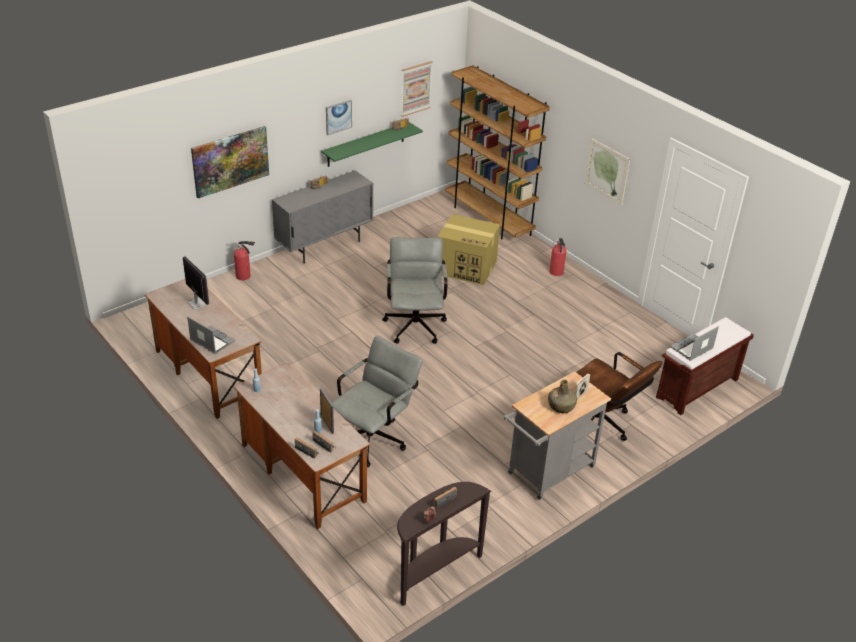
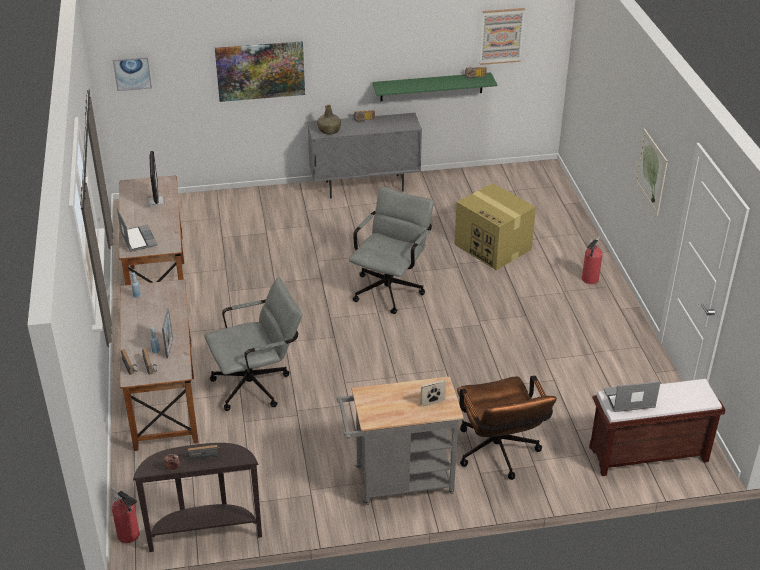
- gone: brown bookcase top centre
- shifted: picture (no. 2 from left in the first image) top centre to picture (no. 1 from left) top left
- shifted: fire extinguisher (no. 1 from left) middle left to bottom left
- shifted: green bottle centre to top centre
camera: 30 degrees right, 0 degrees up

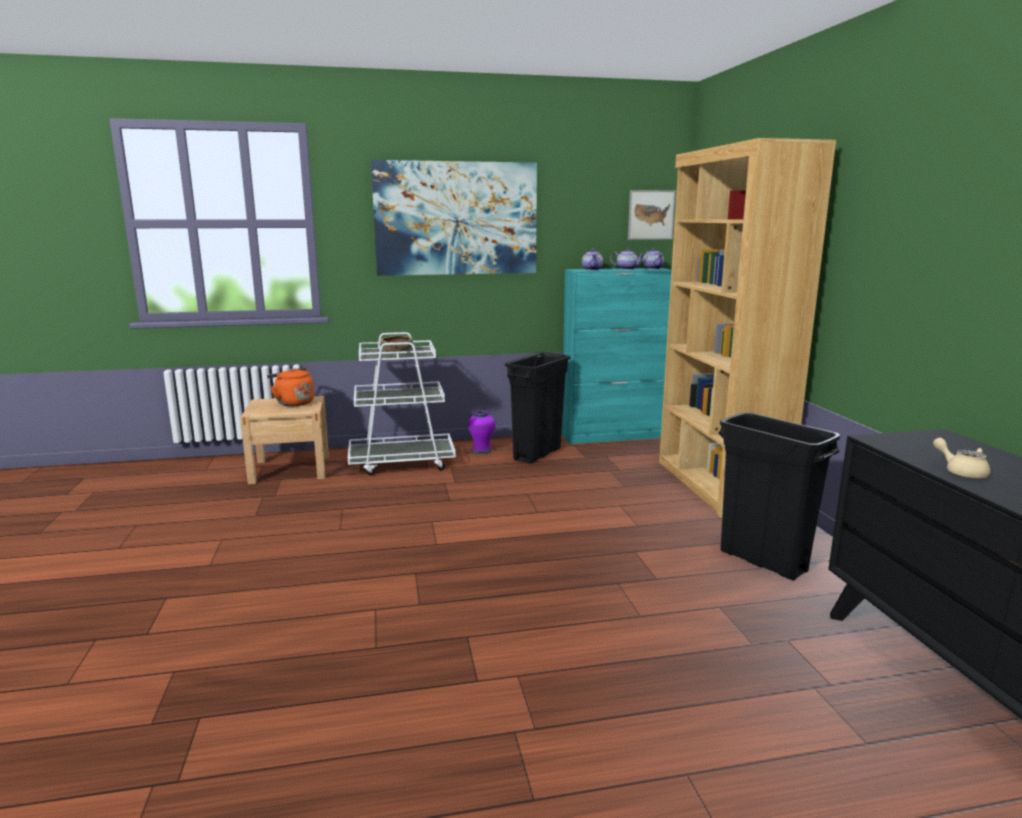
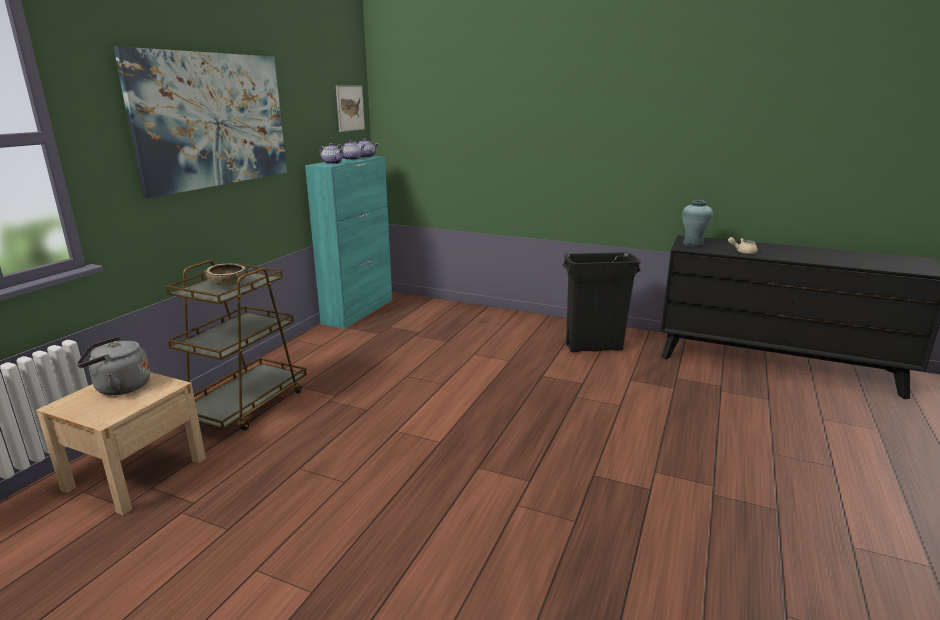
- gone: brown bookcase middle right
- repainted: white cart centre to brown cart middle left
- gone: black trash can (no. 1 from left) centre
- repainted: orange kettle middle left to grey kettle middle left
- gone: purple vase centre
- new: turquoise vase middle right
camera: 55 degrees left, 5 degrees up

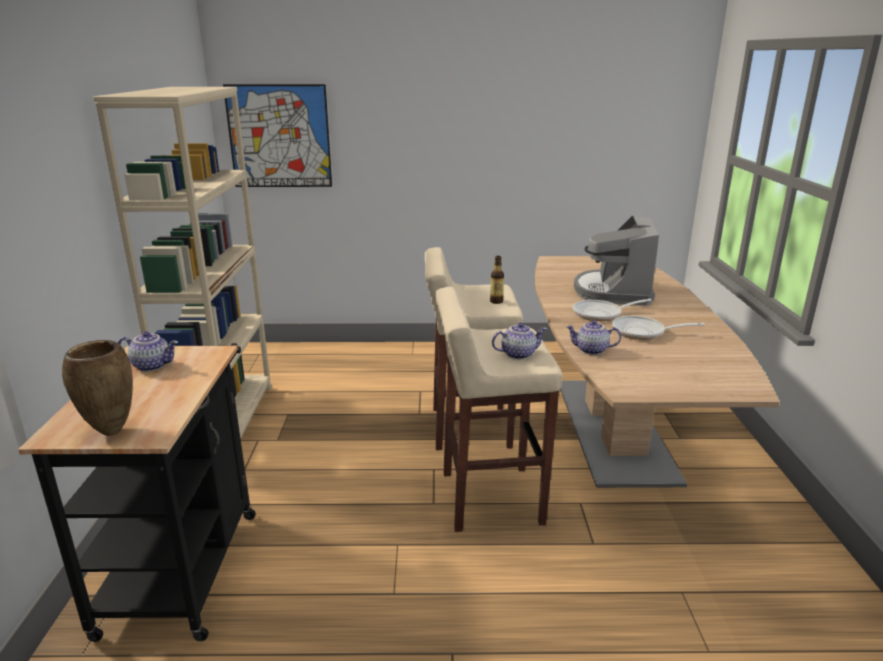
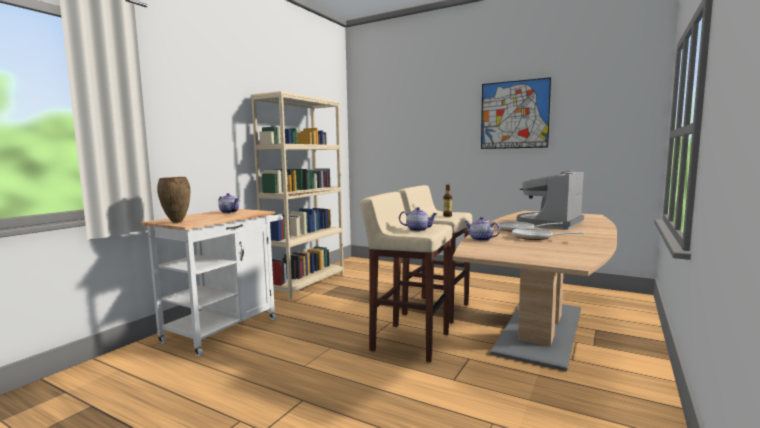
- shifted: picture top left to top right
- repainted: black cart bottom left to white cart middle left
camera: 30 degrees right, 15 degrees down

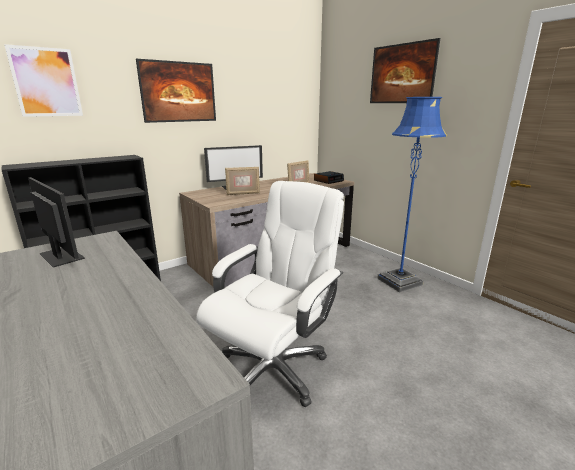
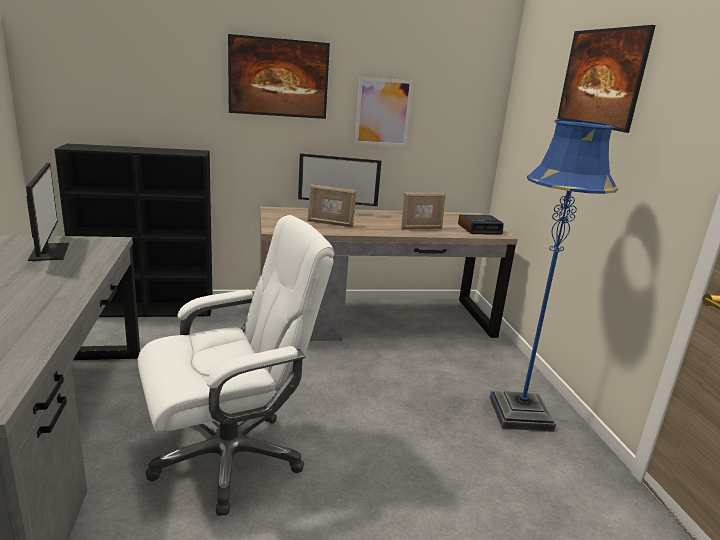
- shifted: picture (no. 1 from left in the first image) top left to picture (no. 2 from left) top centre
camera: 25 degrees right, 0 degrees up

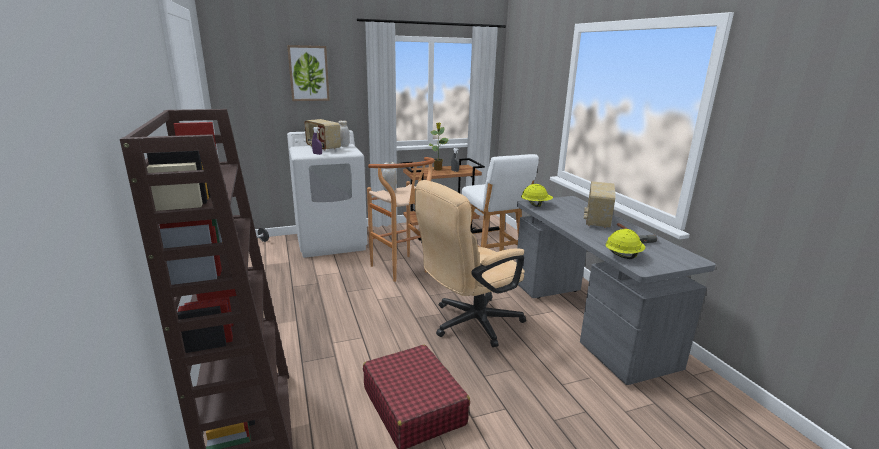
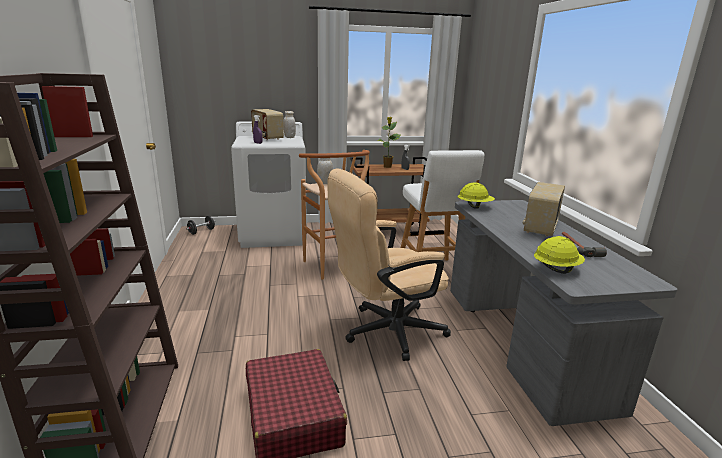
- gone: picture top centre
camera: 10 degrees right, 0 degrees up

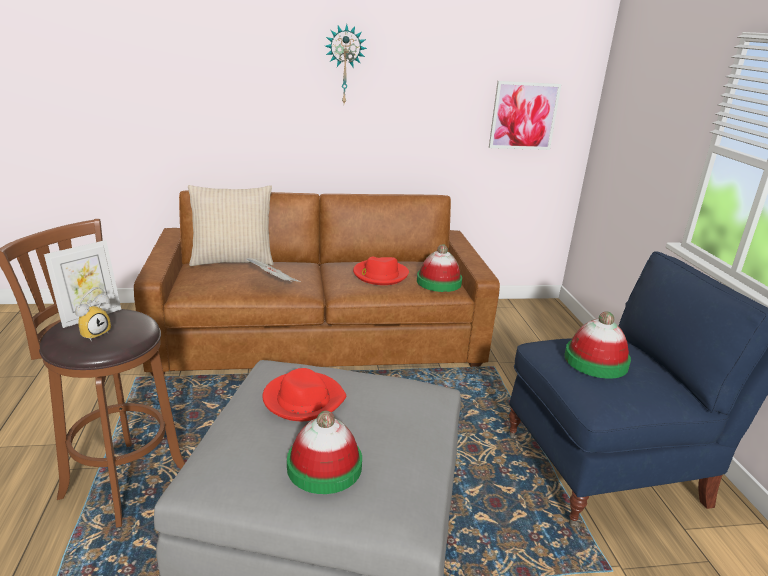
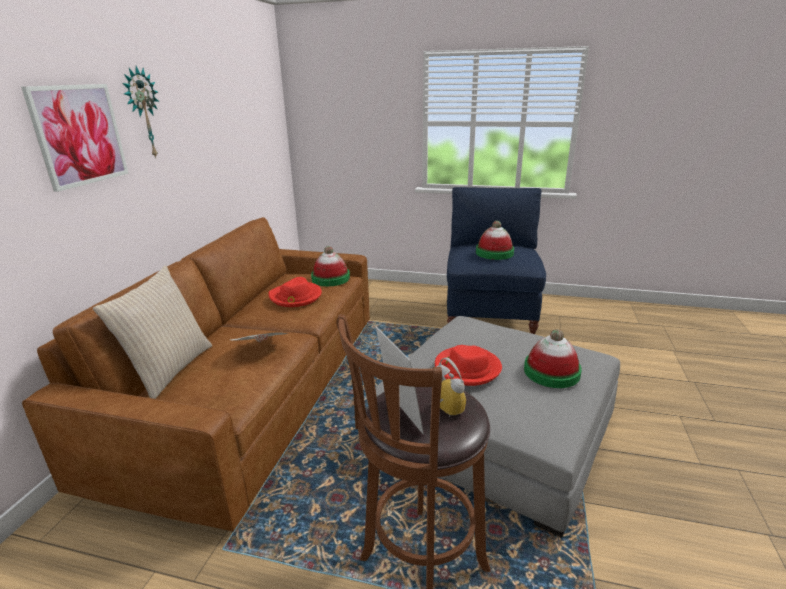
- shifted: picture top right to top left
camera: 65 degrees left, 0 degrees up

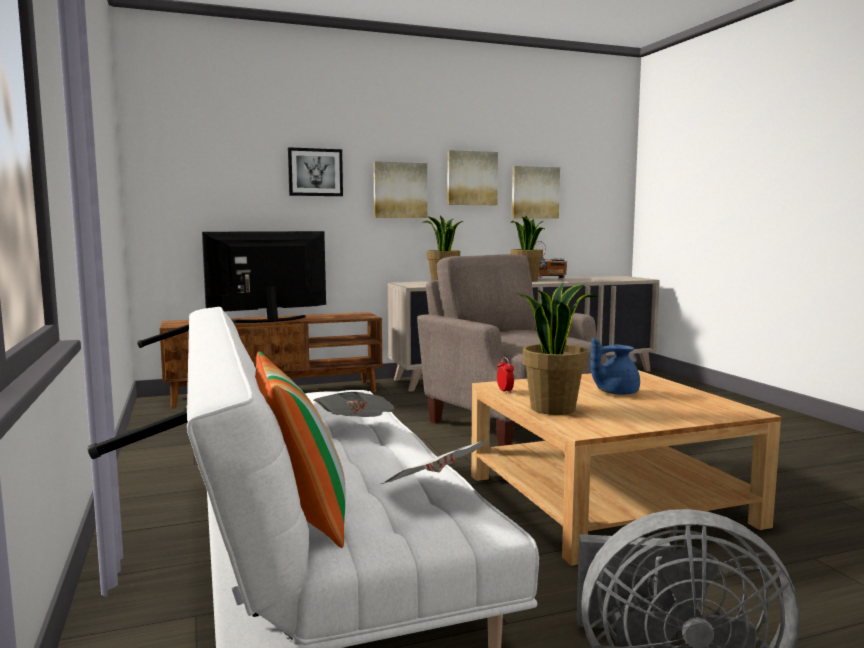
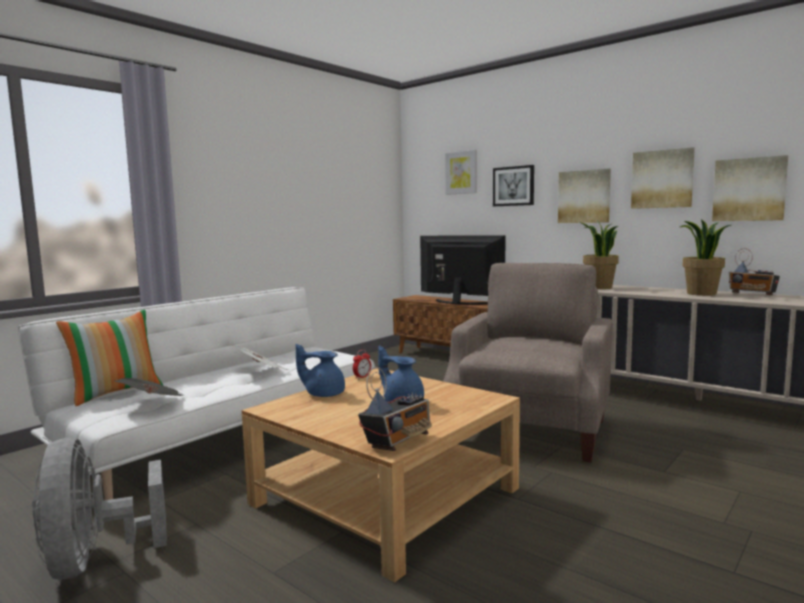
- swapped: potted plant (no. 3 from left) centre to blue teapot (no. 1 from left) centre
- new: picture (no. 1 from left) top centre
- new: radio (no. 1 from left) bottom centre
camera: 60 degrees right, 0 degrees up

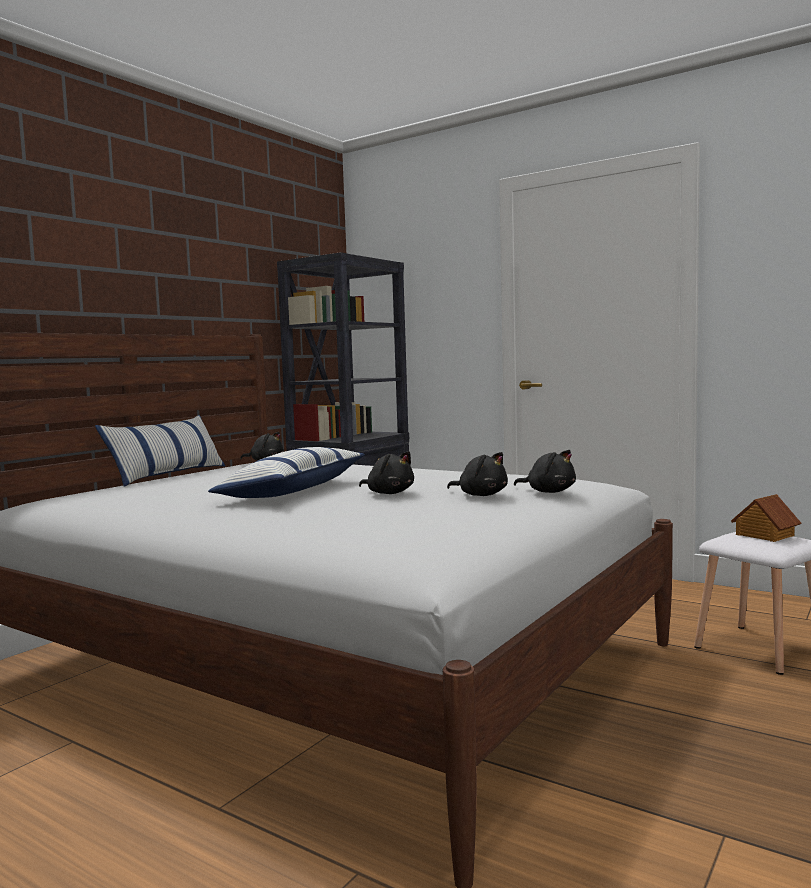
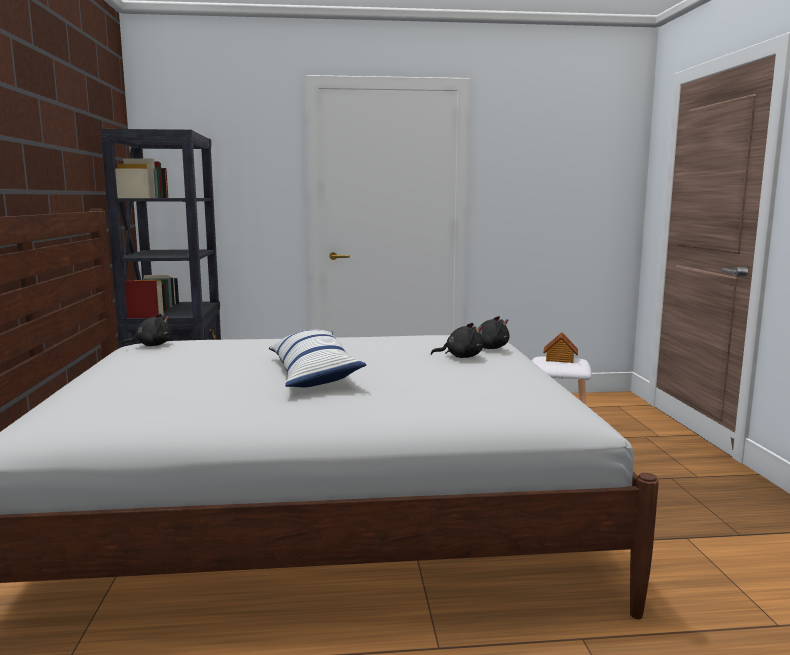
- gone: pillow (no. 1 from left) middle left
- gone: black plush toy (no. 2 from left) centre
camera: 40 degrees left, 5 degrees up

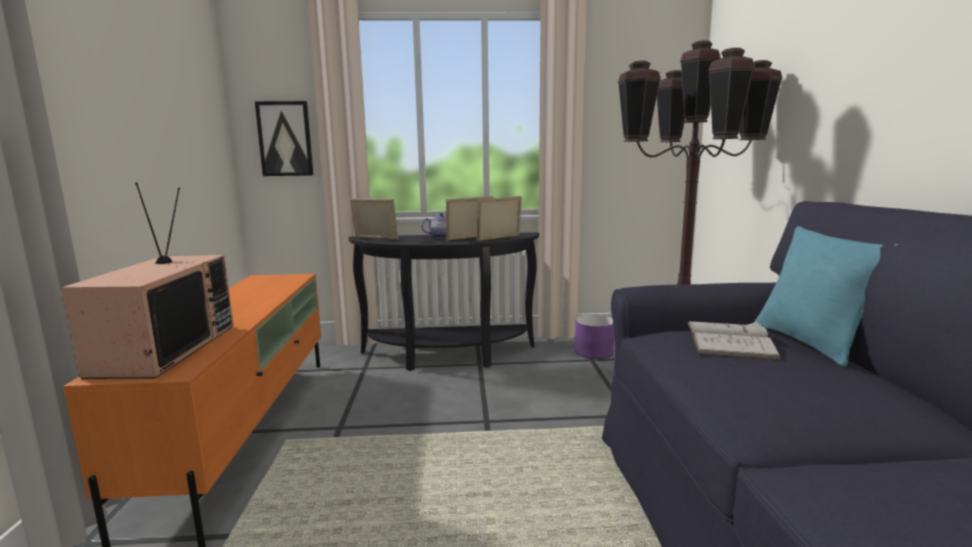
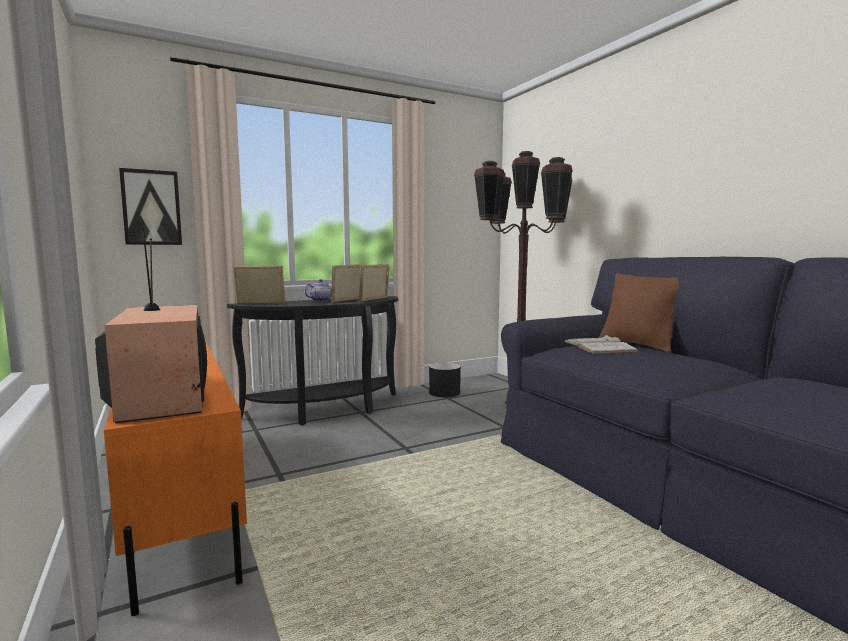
- repainted: turquoise pillow middle right to brown pillow middle right
- repainted: purple planter centre to black planter centre
camera: 25 degrees left, 5 degrees down

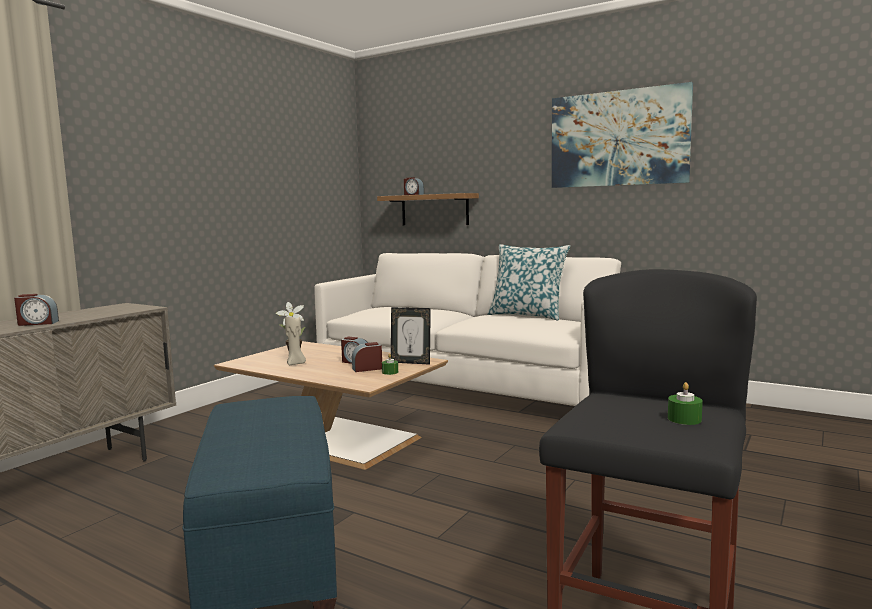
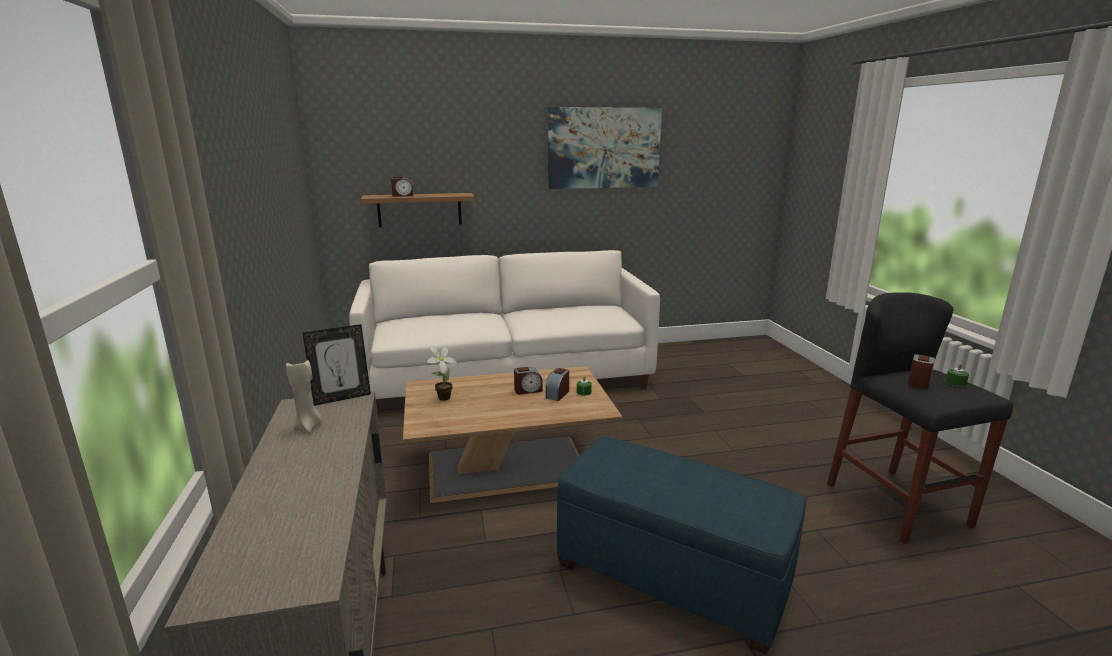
- gone: pillow centre
- shifted: alarm clock (no. 1 from left in the first image) middle left to alarm clock (no. 4 from left) middle right
- shifted: picture frame centre to middle left
- shifted: beige candle centre to middle left
camera: 45 degrees left, 10 degrees up

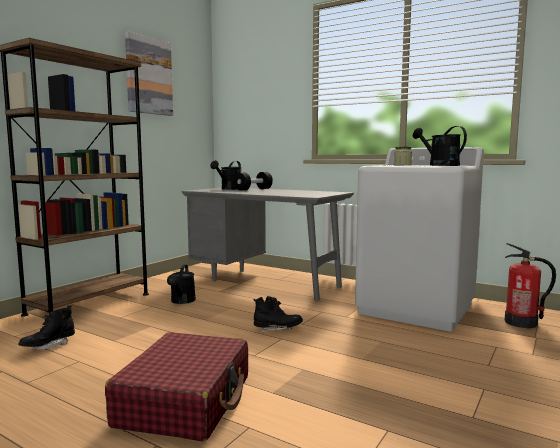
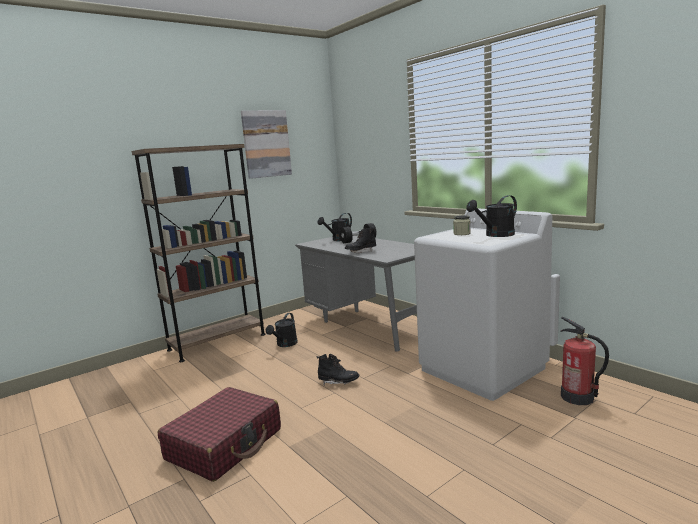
- rotated: black watering can (no. 3 from left) top right = middle right 105 degrees counterclockwise
- shifted: black boot (no. 1 from left in the first image) bottom left to black boot (no. 2 from left) centre
camera: 20 degrees right, 5 degrees up

